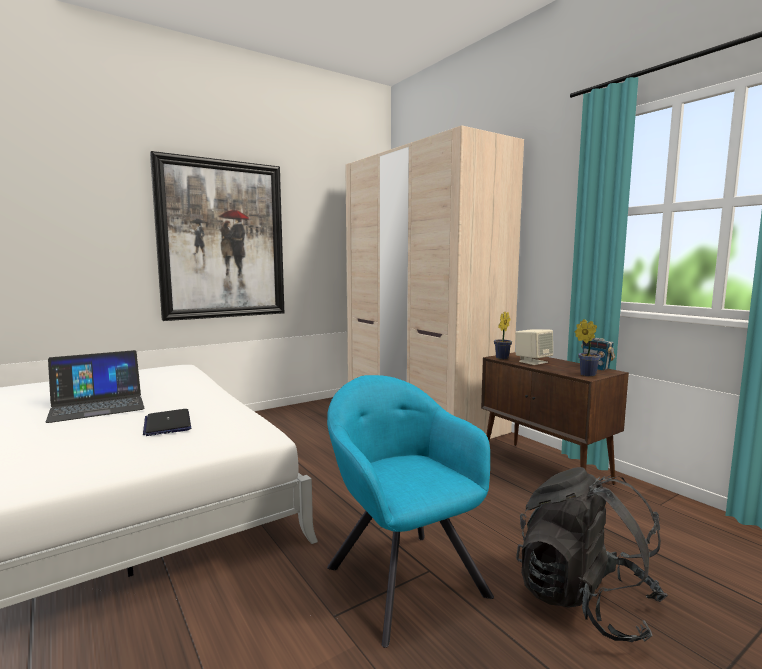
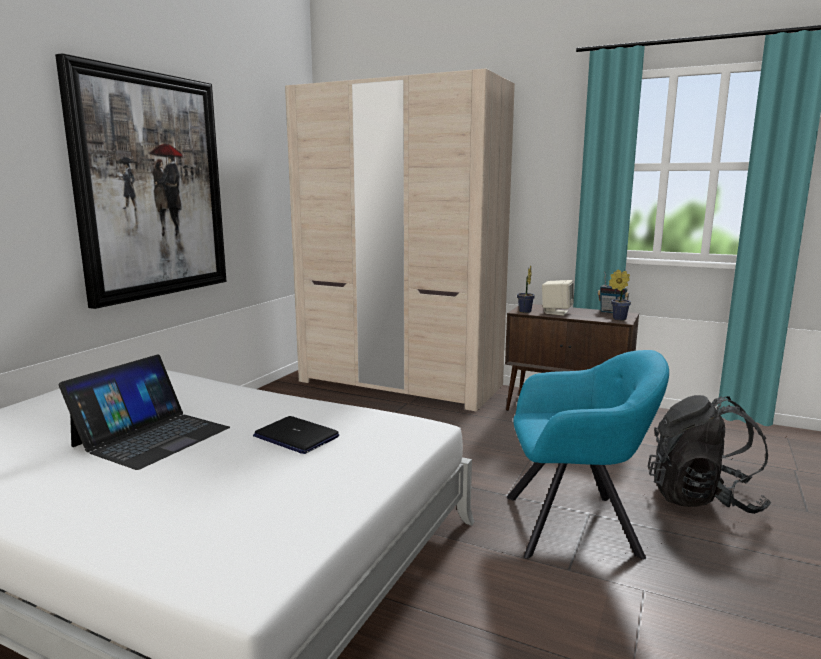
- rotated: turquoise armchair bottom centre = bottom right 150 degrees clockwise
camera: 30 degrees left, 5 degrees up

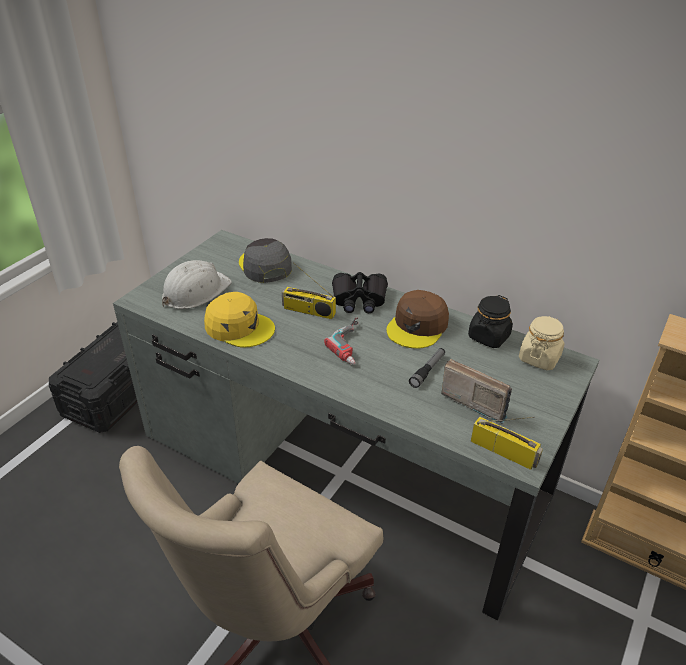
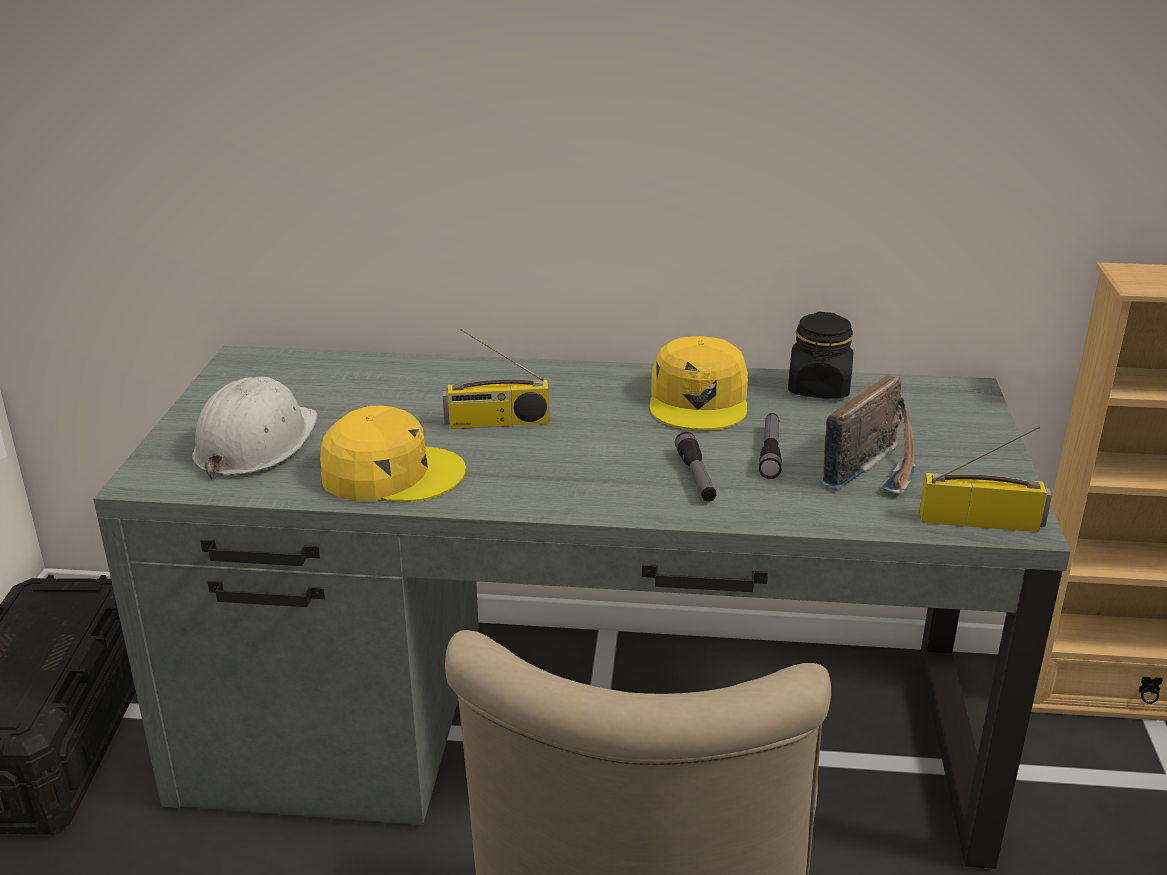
- gone: grey cap centre
- gone: black binoculars centre
- repainted: brown cap centre to yellow cap (no. 2 from left) centre
- gone: beige jar middle right
- gone: power drill centre
- rotated: radio (no. 2 from left) middle right = middle right 120 degrees clockwise
- new: flashlight (no. 1 from left) centre
camera: 25 degrees left, 10 degrees down

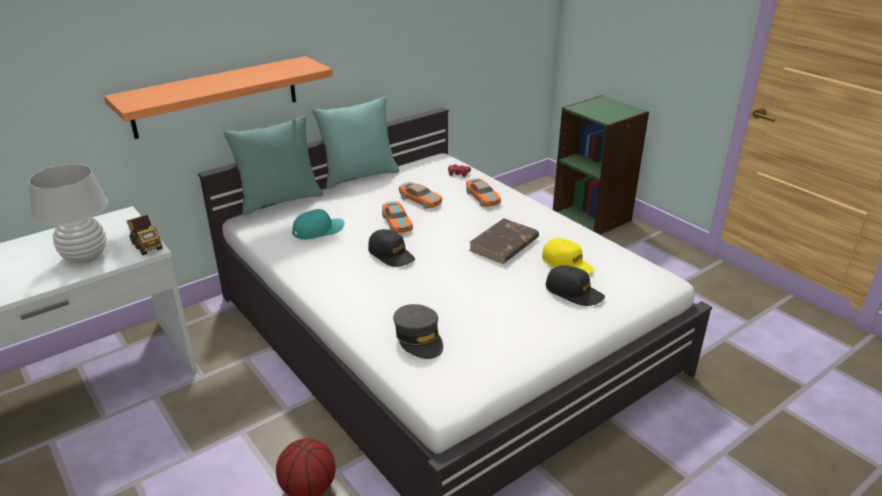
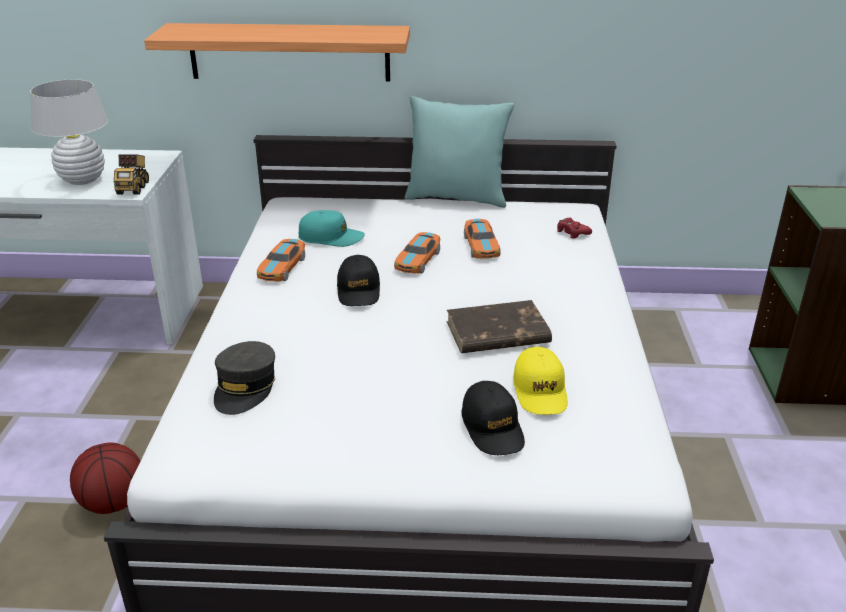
- gone: turquoise pillow (no. 1 from left) top left
- shifted: toy car (no. 3 from left in the first image) centre to toy car (no. 1 from left) middle left
camera: 40 degrees right, 0 degrees up

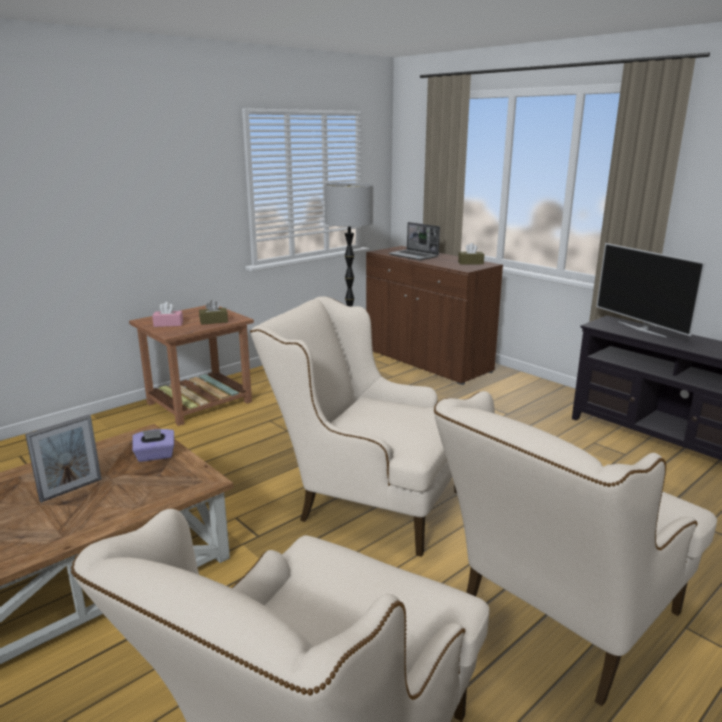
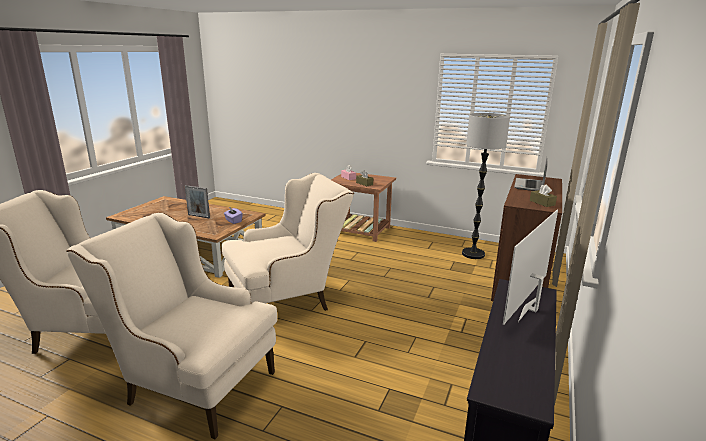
- rotated: beige armchair (no. 2 from left in the first image) centre = centre 60 degrees clockwise
camera: 65 degrees right, 0 degrees up

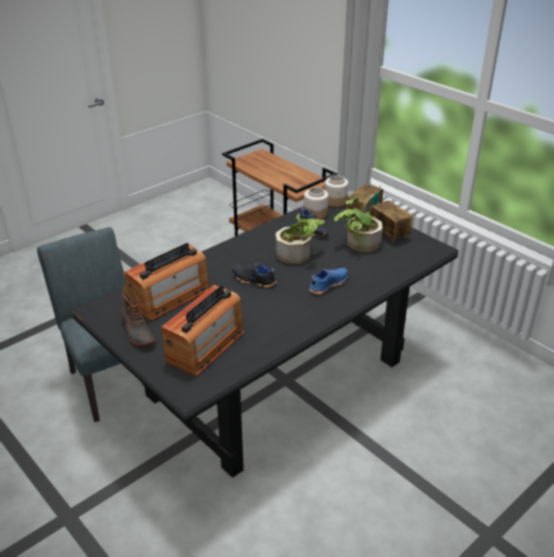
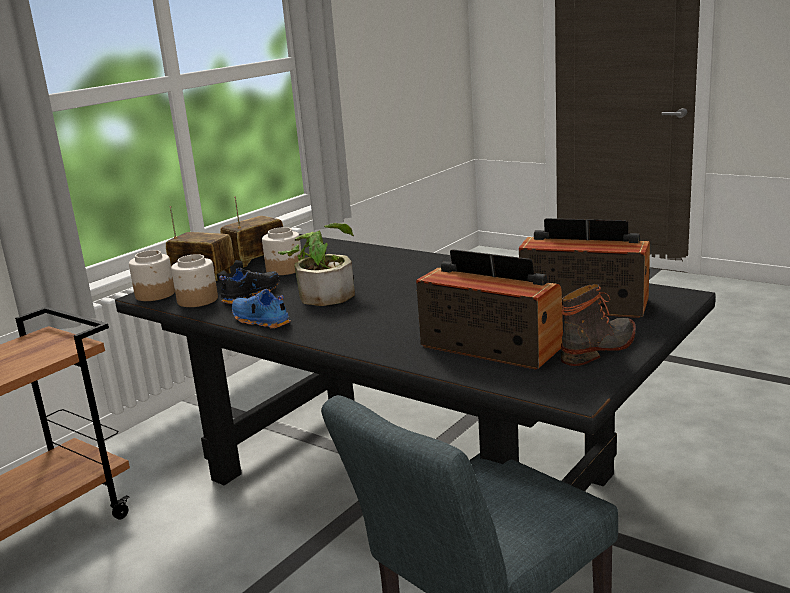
- swapped: potted plant (no. 2 from left) centre to jar (no. 3 from left) centre
- gone: black shoe (no. 1 from left) centre
- shifted: blue shoe centre to middle left
camera: 100 degrees left, 15 degrees down

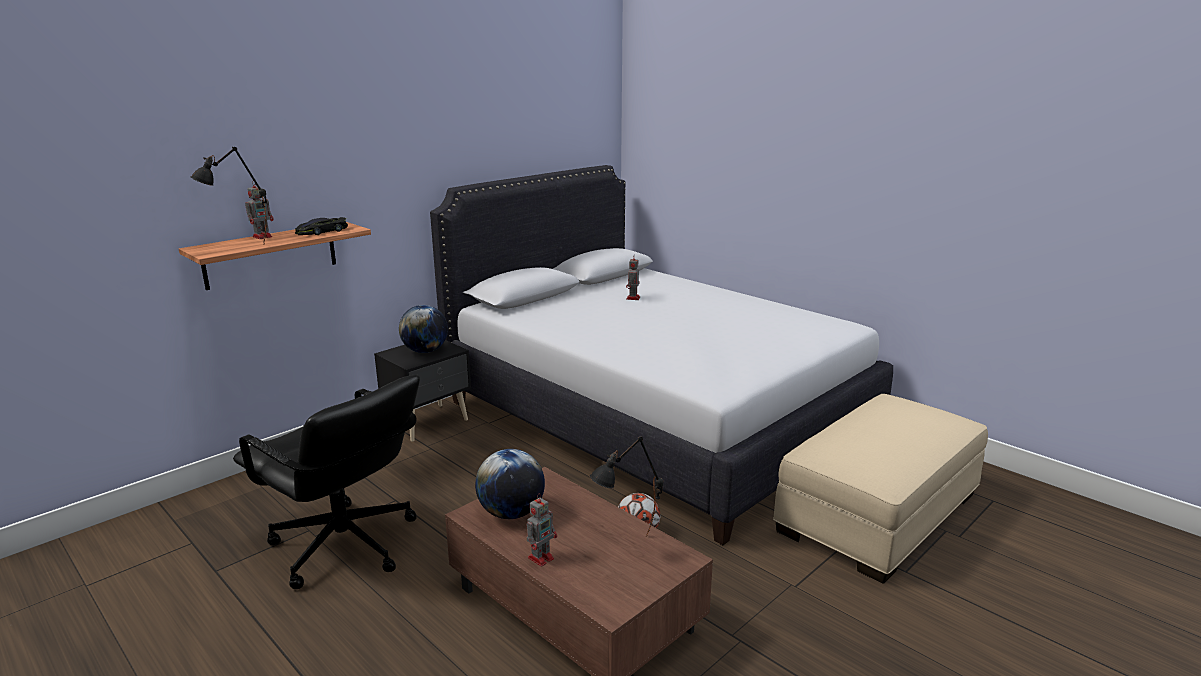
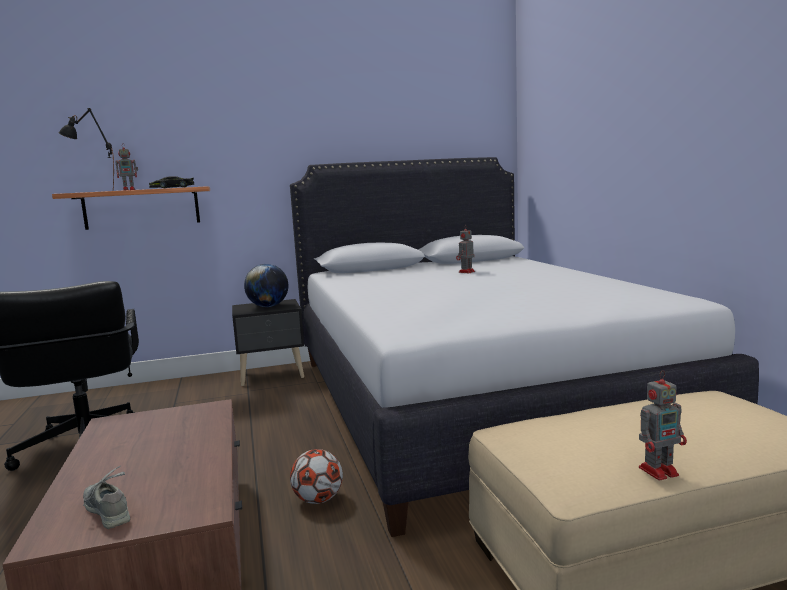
- gone: black table lamp (no. 2 from left) bottom centre
- gone: globe (no. 2 from left) bottom centre
- shifted: toy robot (no. 2 from left in the first image) bottom centre to toy robot (no. 3 from left) bottom right
- new: grey shoe bottom left
camera: 30 degrees right, 10 degrees down

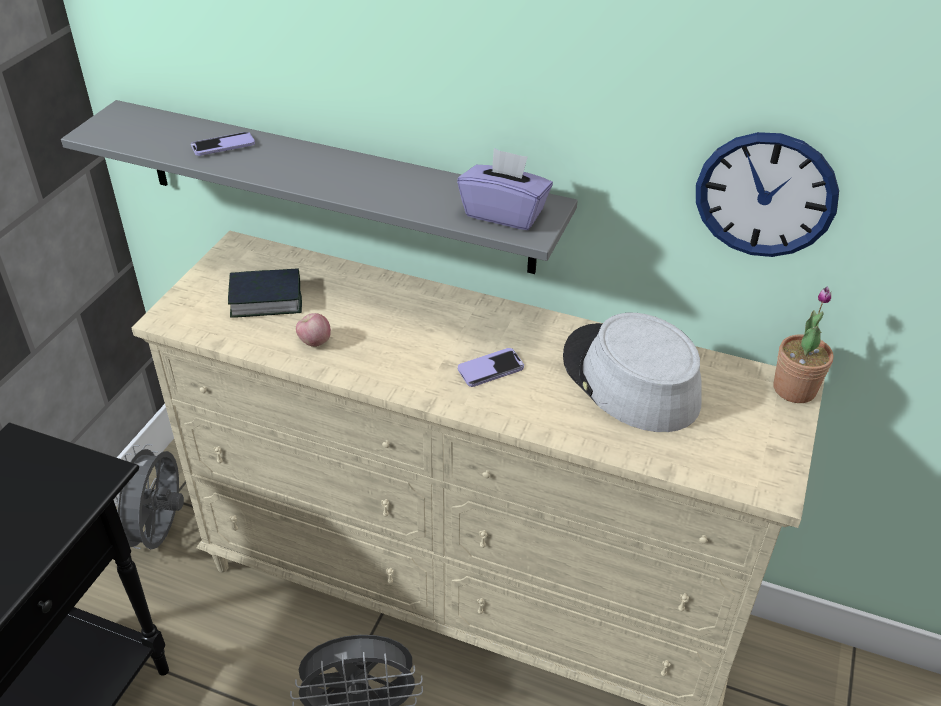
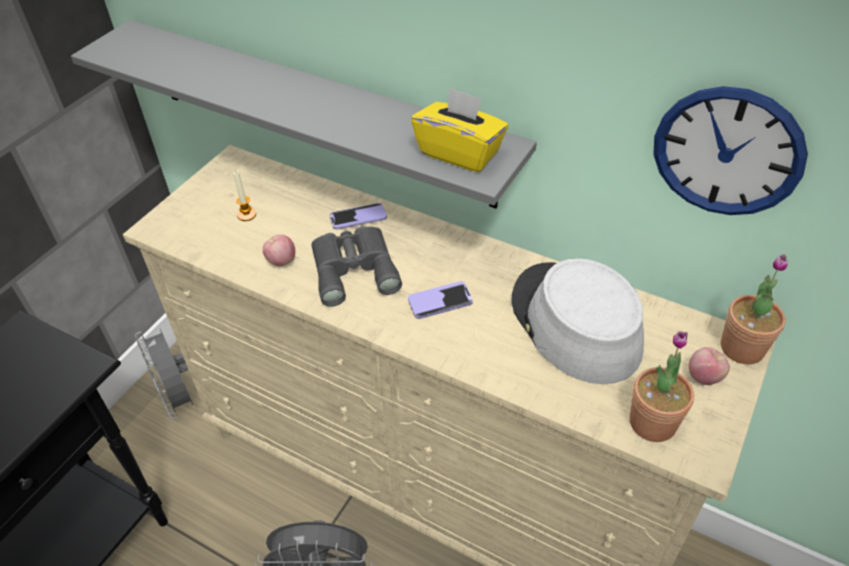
- shifted: phone (no. 1 from left) top left to centre
- repainted: purple tissue box top centre to yellow tissue box top centre
- swapped: book middle left to candle middle left
- rotated: grey fan (no. 1 from left) bottom left = middle left 45 degrees counterclockwise
- new: grey binoculars centre
- new: potted plant (no. 1 from left) bottom right
- new: apple (no. 2 from left) middle right
camera: 10 degrees right, 5 degrees up

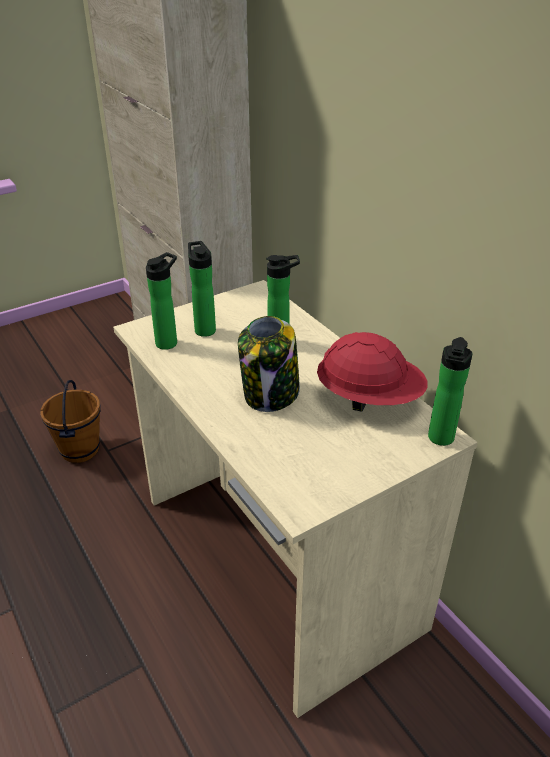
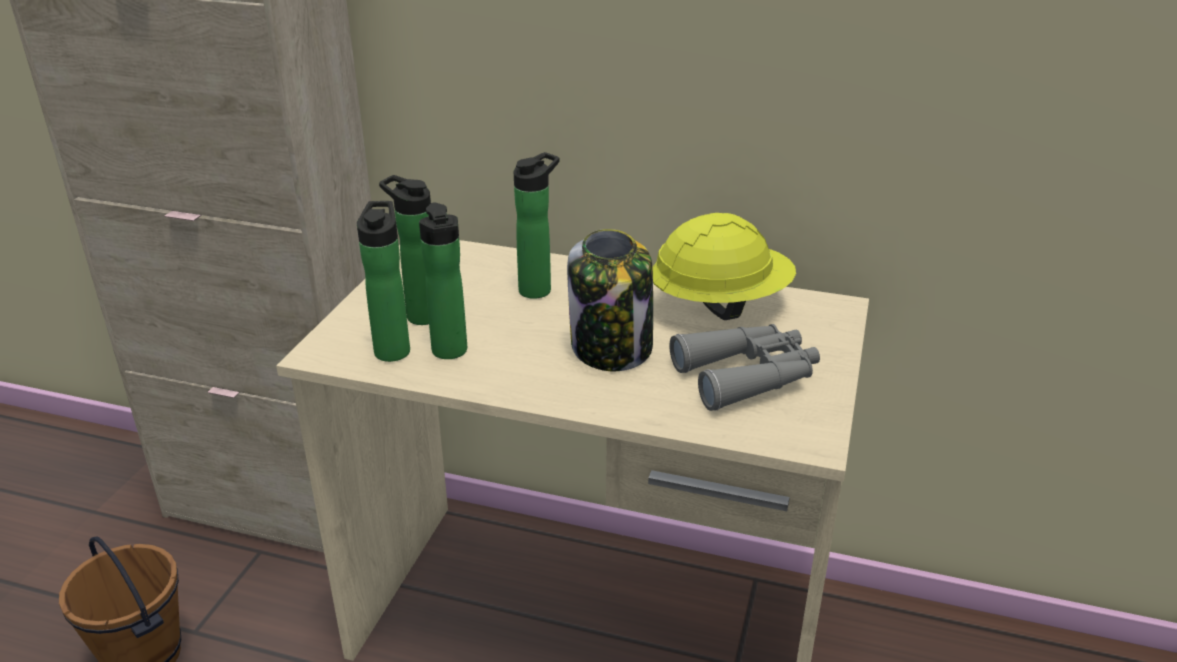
- repainted: red hard hat middle right to yellow hard hat centre
- shifted: bottle (no. 4 from left in the first image) middle right to bottle (no. 3 from left) centre
- new: grey binoculars centre
camera: 40 degrees left, 5 degrees down

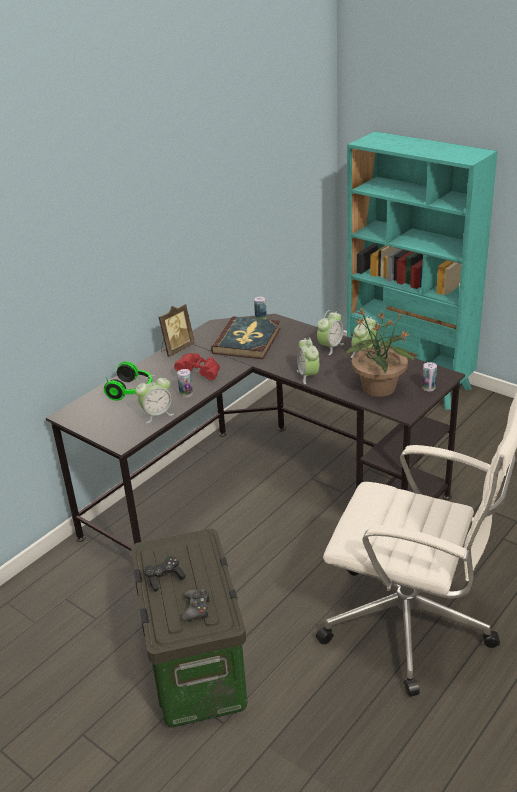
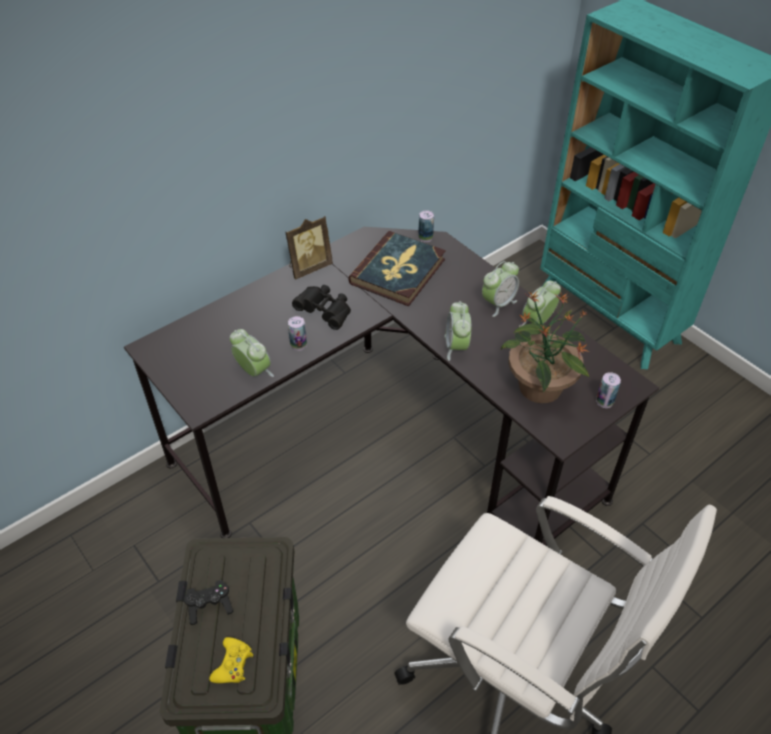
- repainted: red binoculars centre to black binoculars centre
- gone: headphones middle left
- rotated: alarm clock (no. 1 from left) middle left = middle left 120 degrees counterclockwise
- repainted: black game controller (no. 2 from left) bottom centre to yellow game controller bottom left
camera: 10 degrees right, 15 degrees up

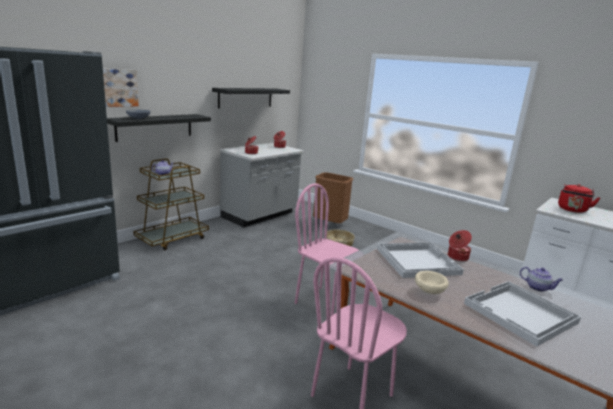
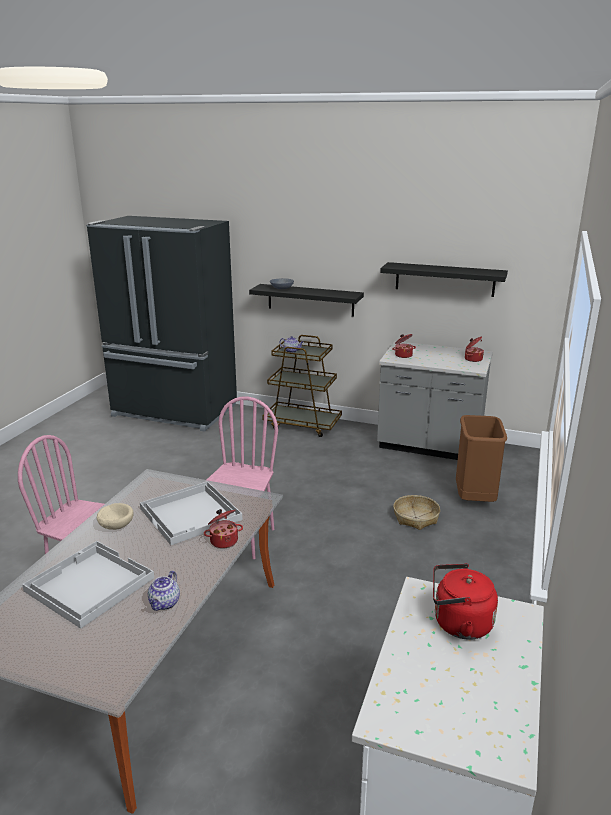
- gone: picture top left
camera: 70 degrees right, 5 degrees up

